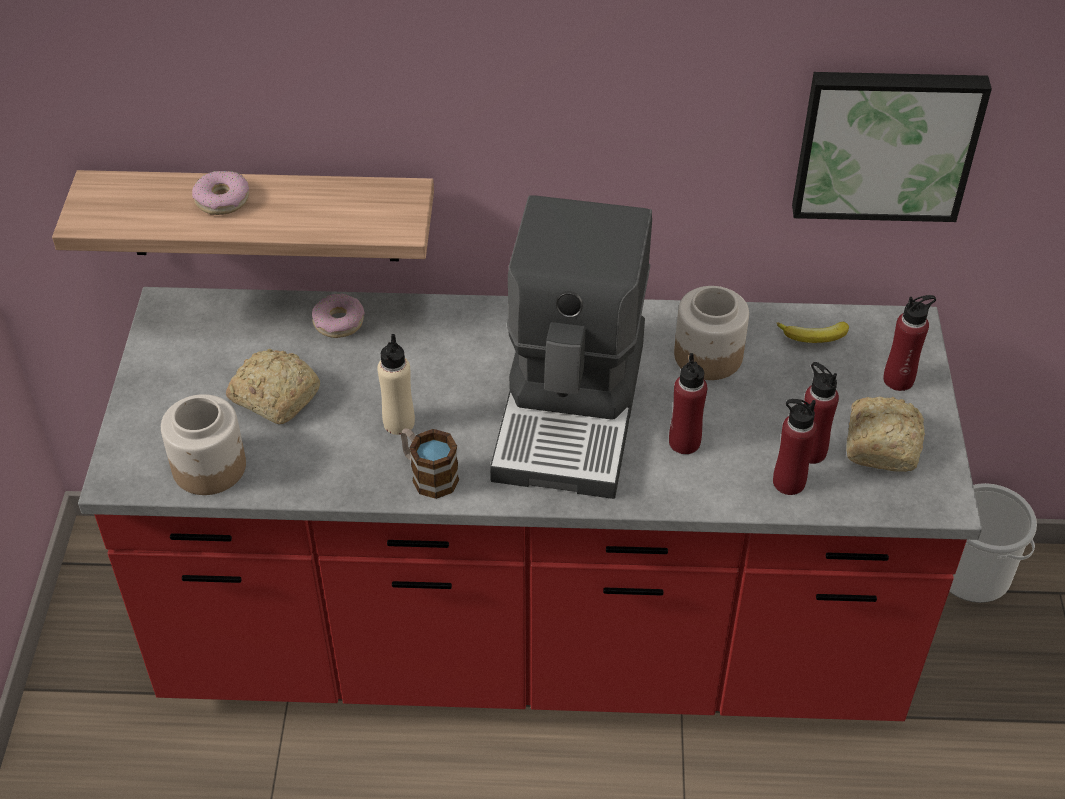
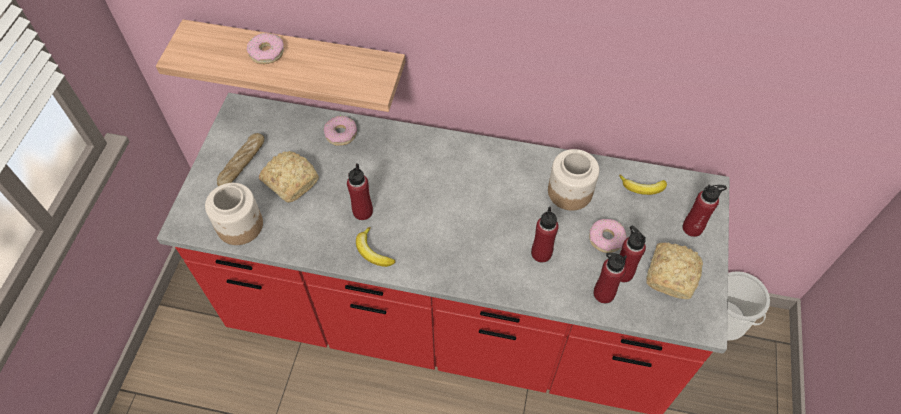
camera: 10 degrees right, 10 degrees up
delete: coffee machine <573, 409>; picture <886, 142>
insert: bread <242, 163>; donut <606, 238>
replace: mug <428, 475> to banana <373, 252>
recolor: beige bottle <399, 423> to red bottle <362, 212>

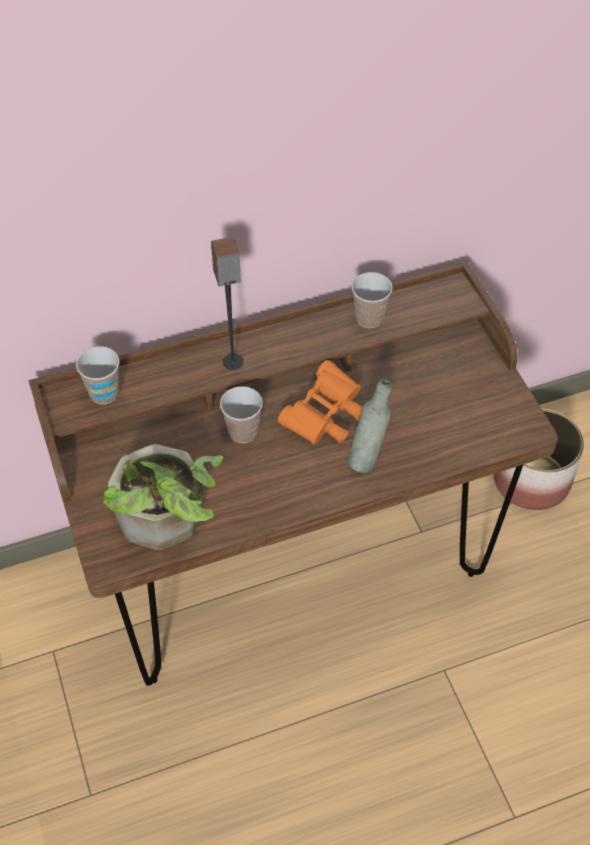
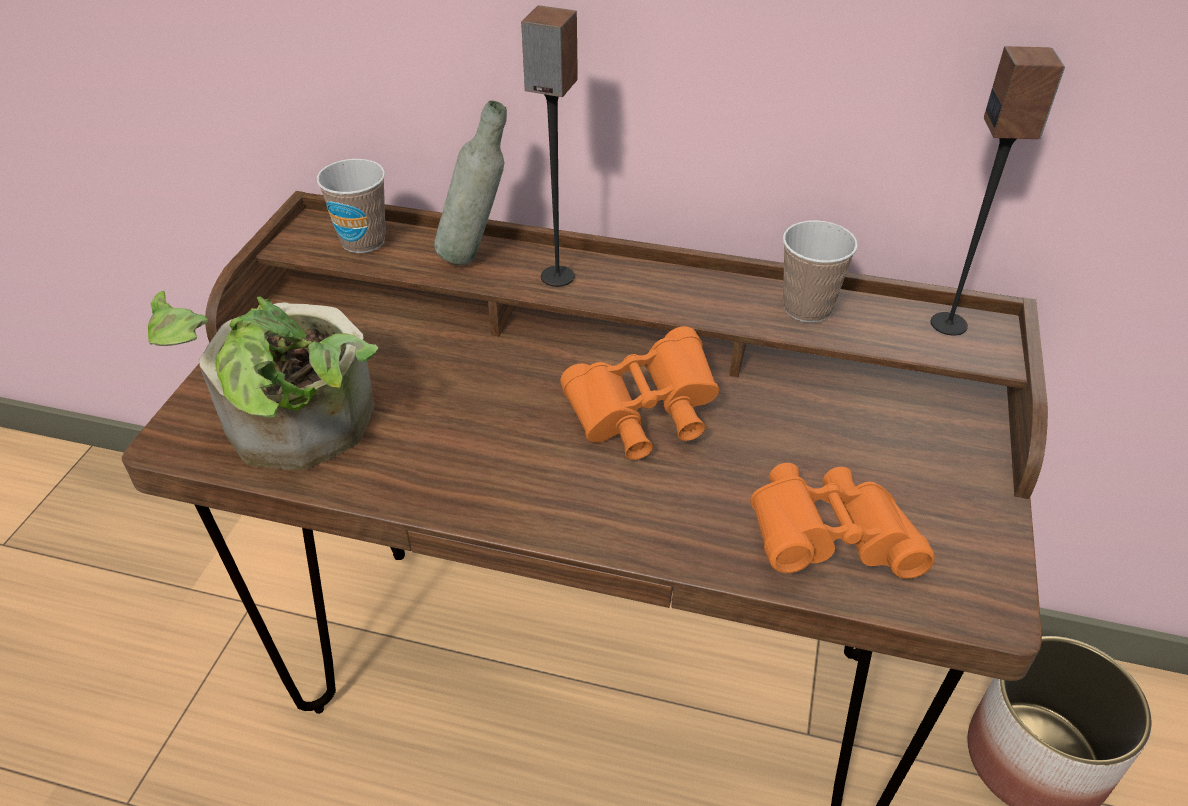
camera: 35 degrees right, 10 degrees down
delete: cup <243, 432>
insert: orange binoculars <828, 541>; speaker <949, 324>
move: grey bottle <367, 458> to <476, 256>

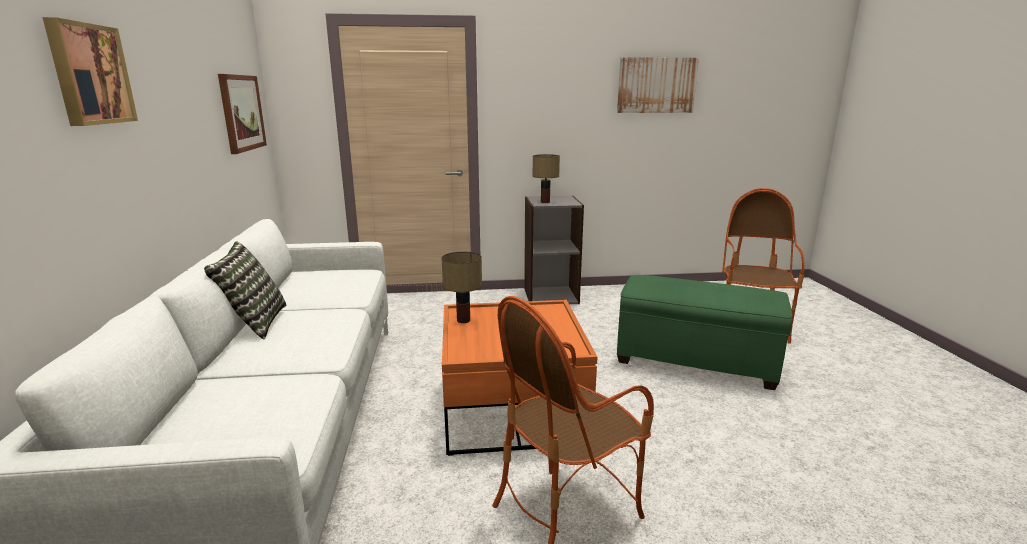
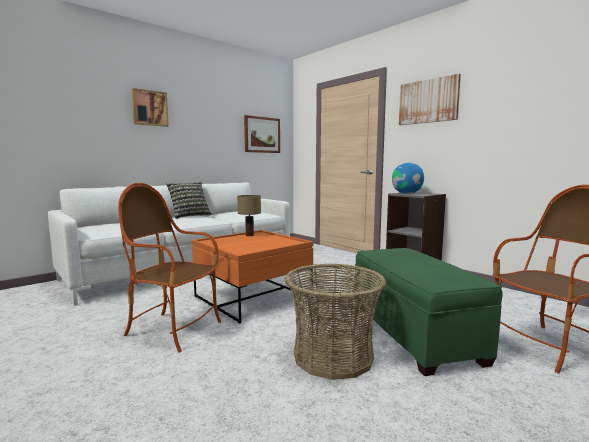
camera: 55 degrees right, 10 degrees down
insert: basket <333, 356>
move: picture <656, 85> to <428, 101>
replace: table lamp <545, 202> to globe <407, 193>

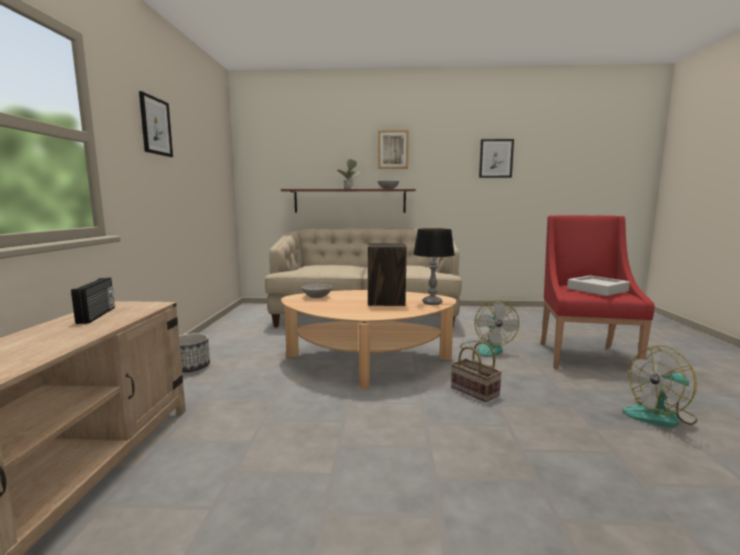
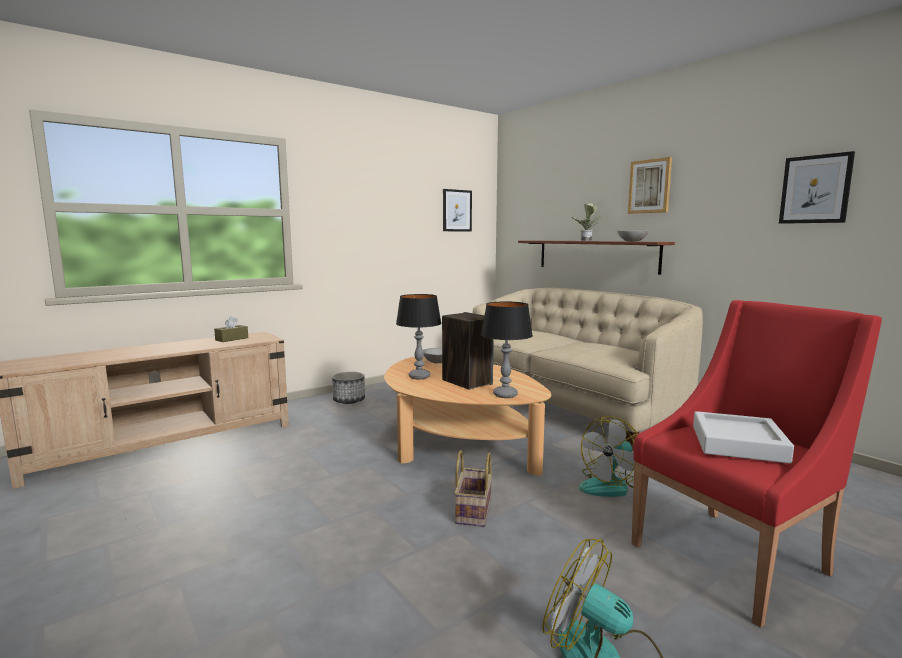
camera: 50 degrees right, 0 degrees up
insert: table lamp <419, 377>
move: picture <155, 126> to <457, 210>
replace: radio <98, 315> to brown tissue box <232, 339>

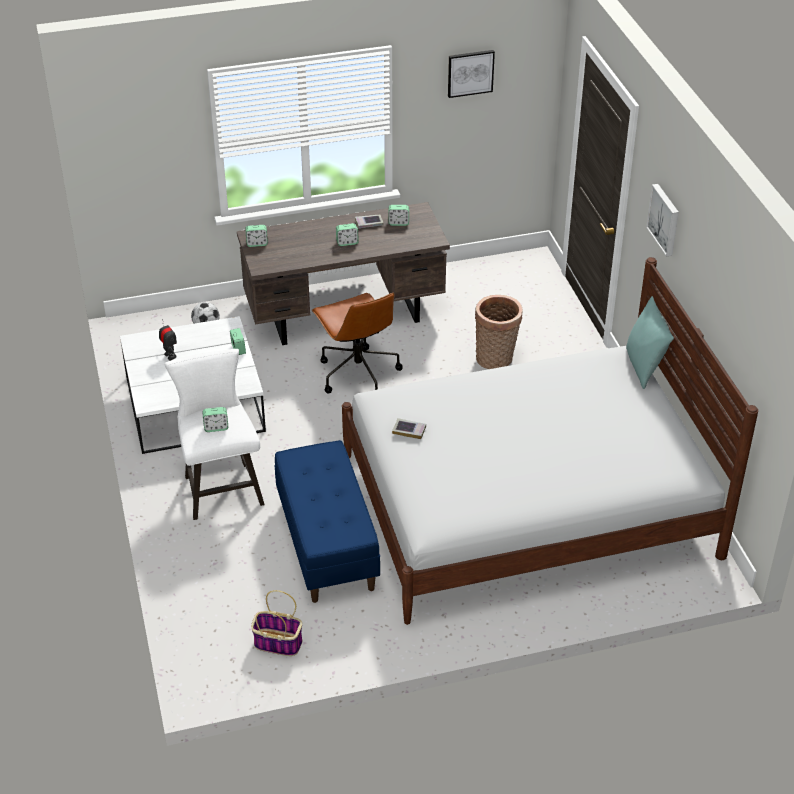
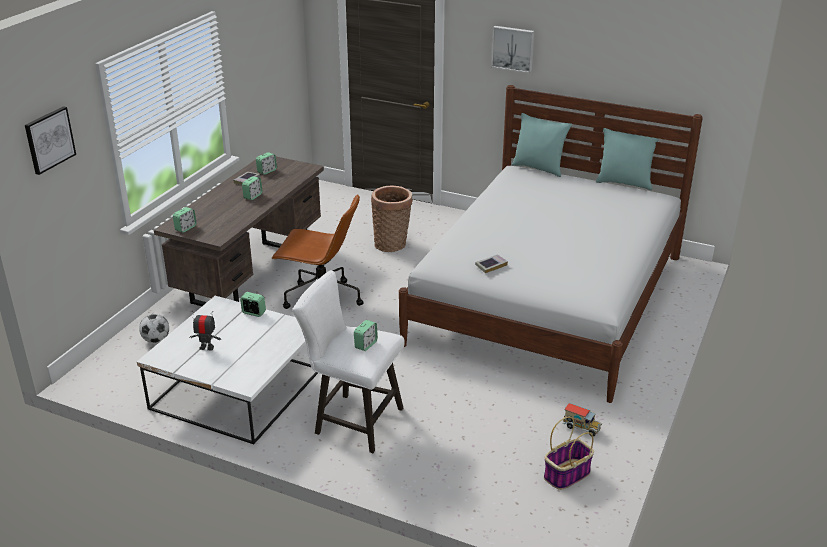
camera: 50 degrees left, 10 degrees down
delete: blue bench <328, 545>
insert: toy truck <581, 428>; turquoise pillow <624, 183>
move: picture <470, 73> to <49, 139>

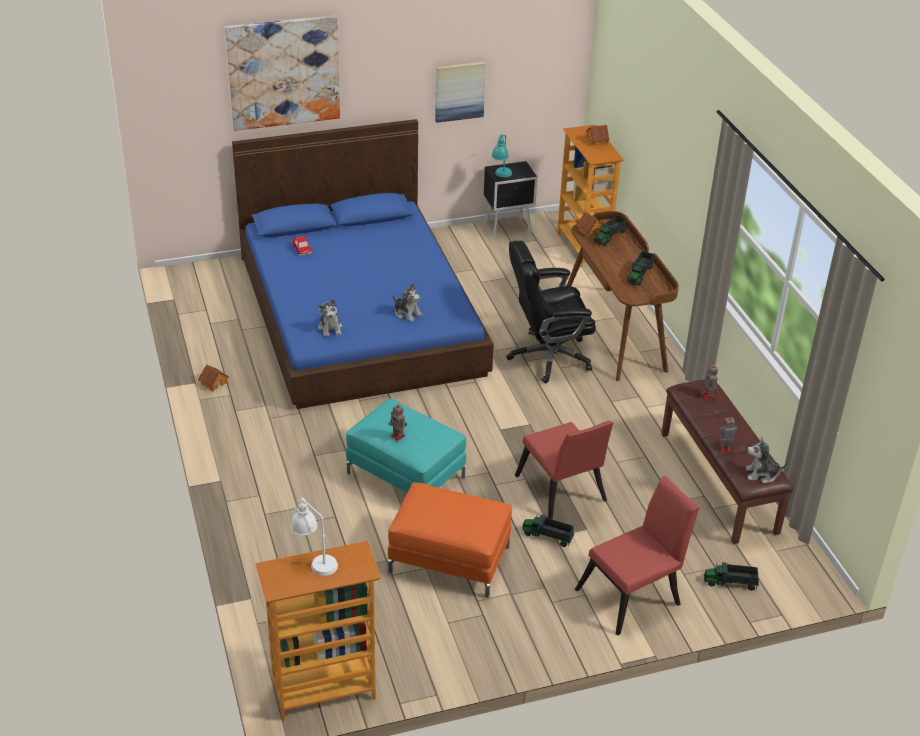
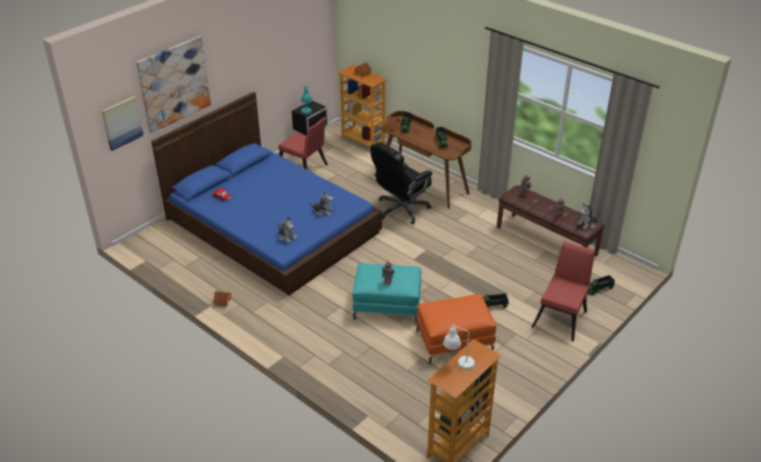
camera: 30 degrees left, 0 degrees up
move: picture <459, 91> to <122, 122>; red chair <562, 493> to <304, 169>

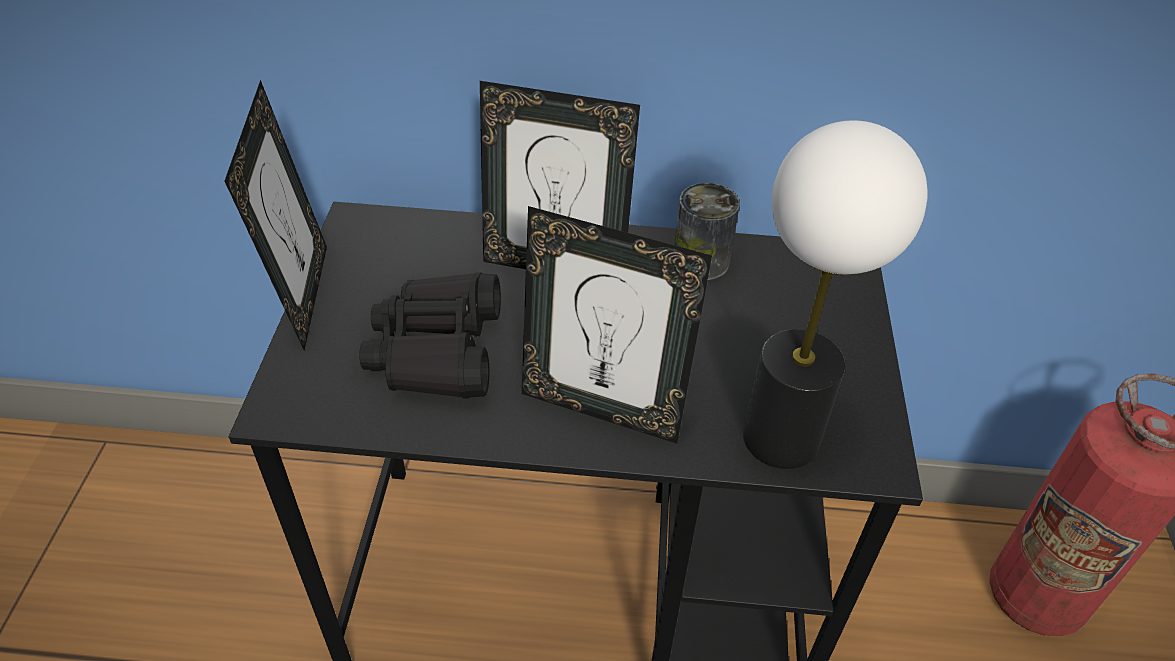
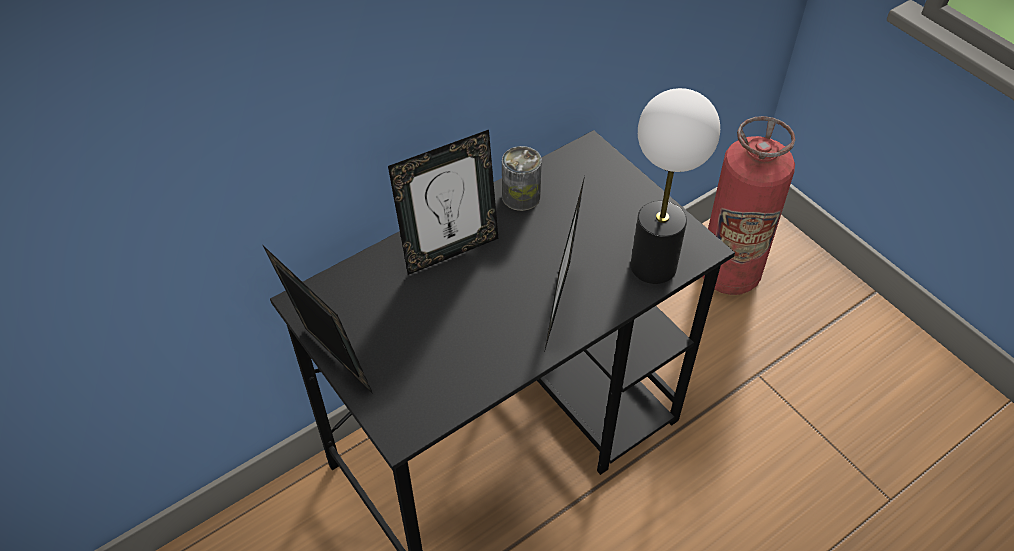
camera: 40 degrees left, 5 degrees up
delete: black binoculars <437, 349>
rotate: picture frame <602, 408> = <560, 310> 120 degrees clockwise

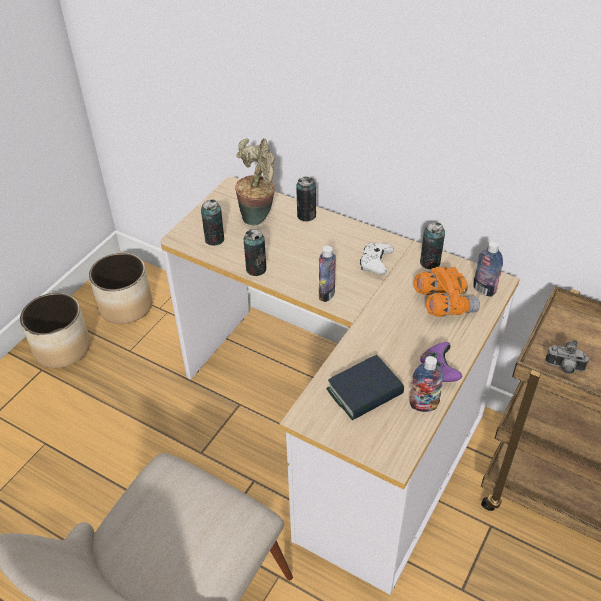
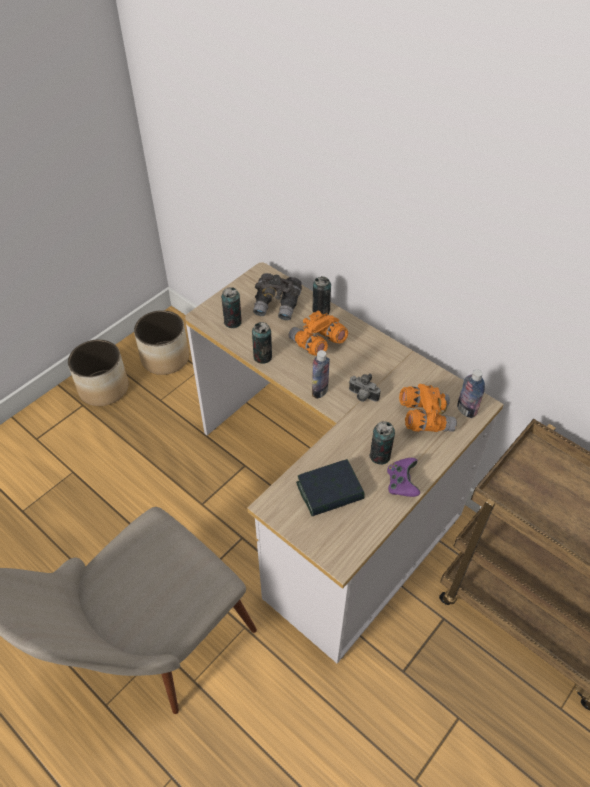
camera: 10 degrees right, 5 degrees up
delete: white game controller <375, 263>; bottle <423, 405>
insert: orange binoculars <317, 343>
move: can <430, 262> to <380, 456>; photo camera <564, 368> to <362, 396>
replace: potted plant <258, 216> to grey binoculars <277, 305>

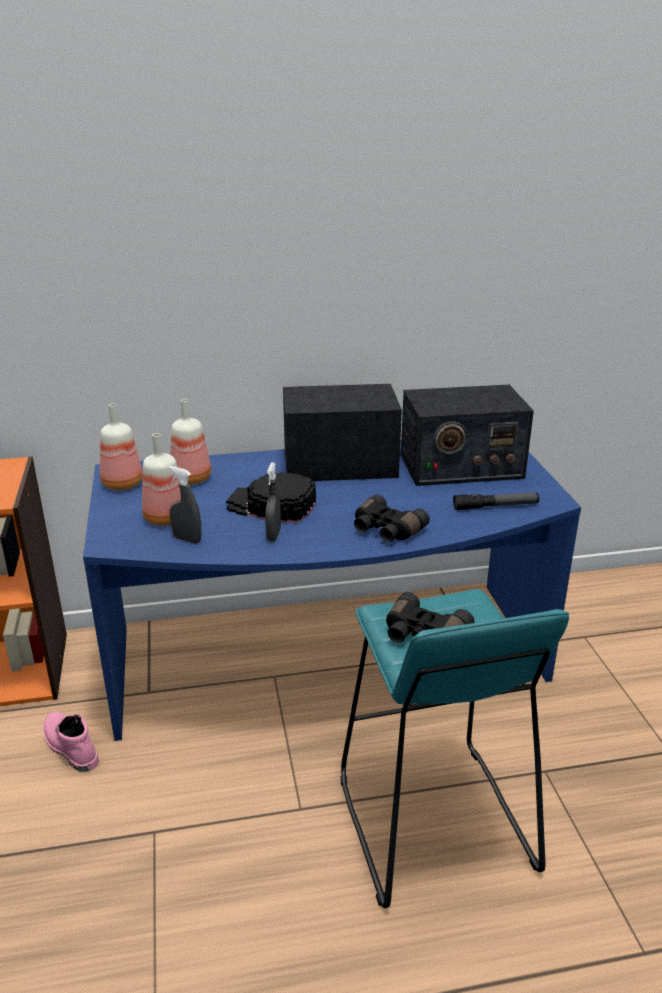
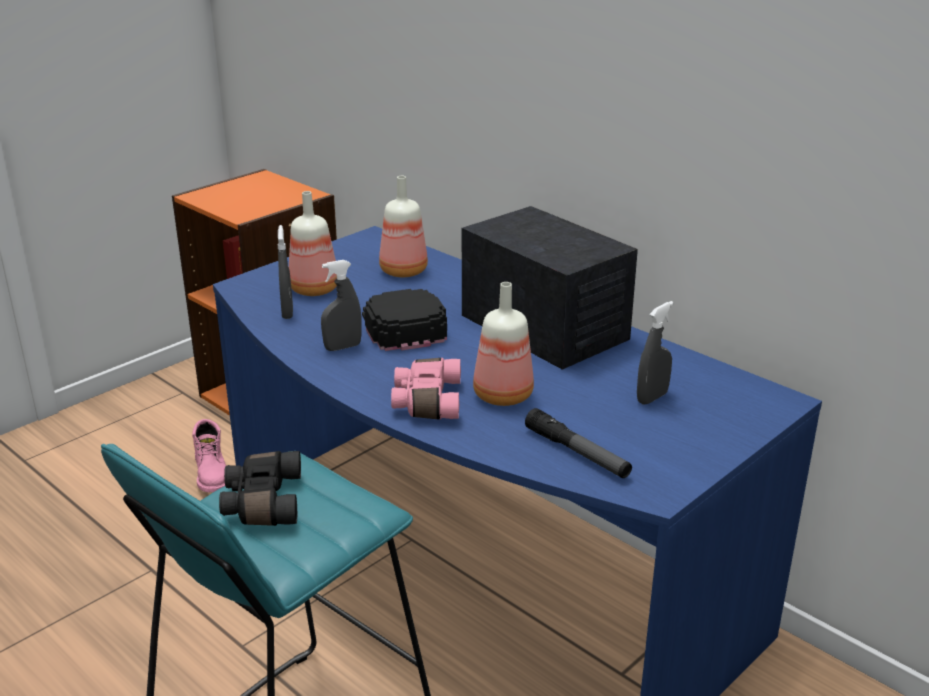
camera: 55 degrees right, 0 degrees up
move: bottle <122, 484> to <501, 396>
replace: radio <460, 466> to grey spray bottle <652, 398>
recolor: black binoculars <385, 530> to pink binoculars <426, 401>
rotate: pink boot <69, 747> = <212, 474> 150 degrees clockwise

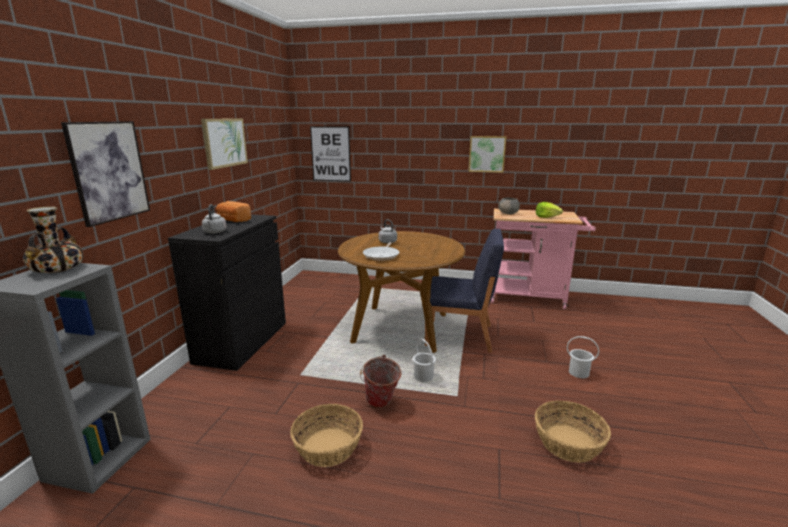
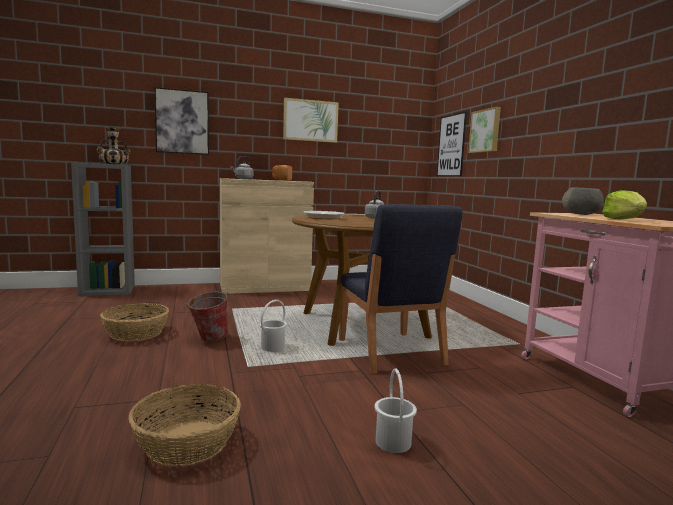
camera: 60 degrees right, 10 degrees down
move: picture <487, 154> to <485, 131>
recolor: black cabinet <242, 341> to beige cabinet <264, 287>

